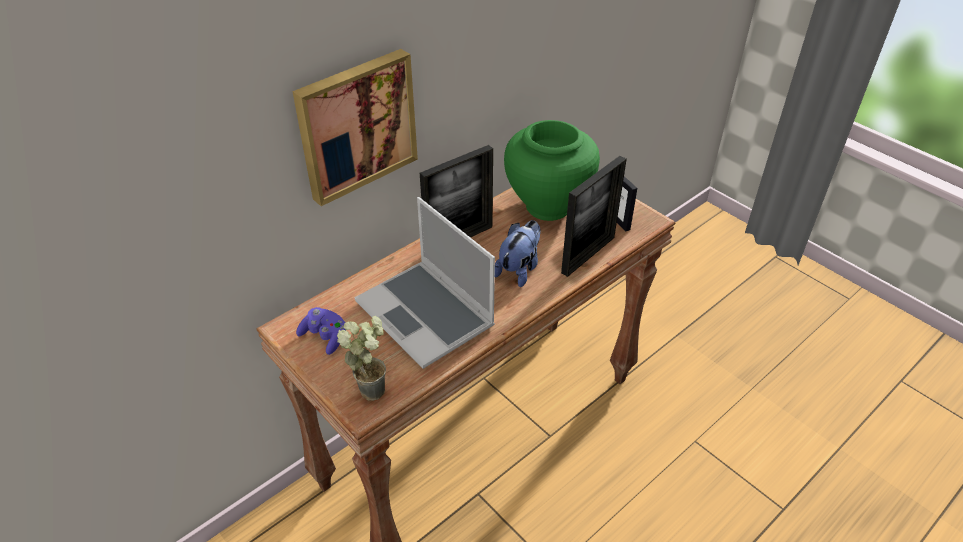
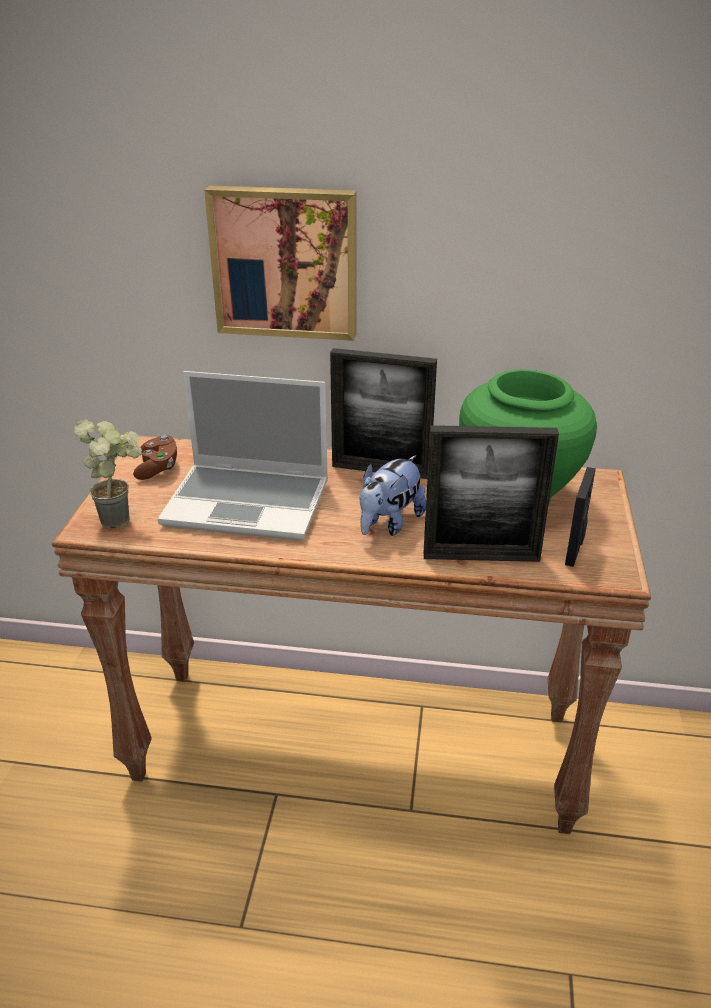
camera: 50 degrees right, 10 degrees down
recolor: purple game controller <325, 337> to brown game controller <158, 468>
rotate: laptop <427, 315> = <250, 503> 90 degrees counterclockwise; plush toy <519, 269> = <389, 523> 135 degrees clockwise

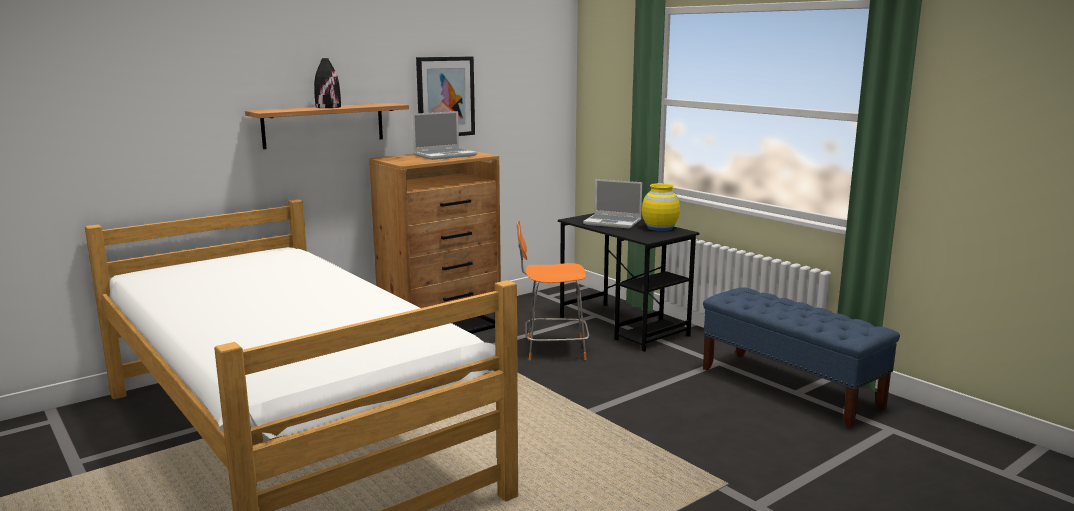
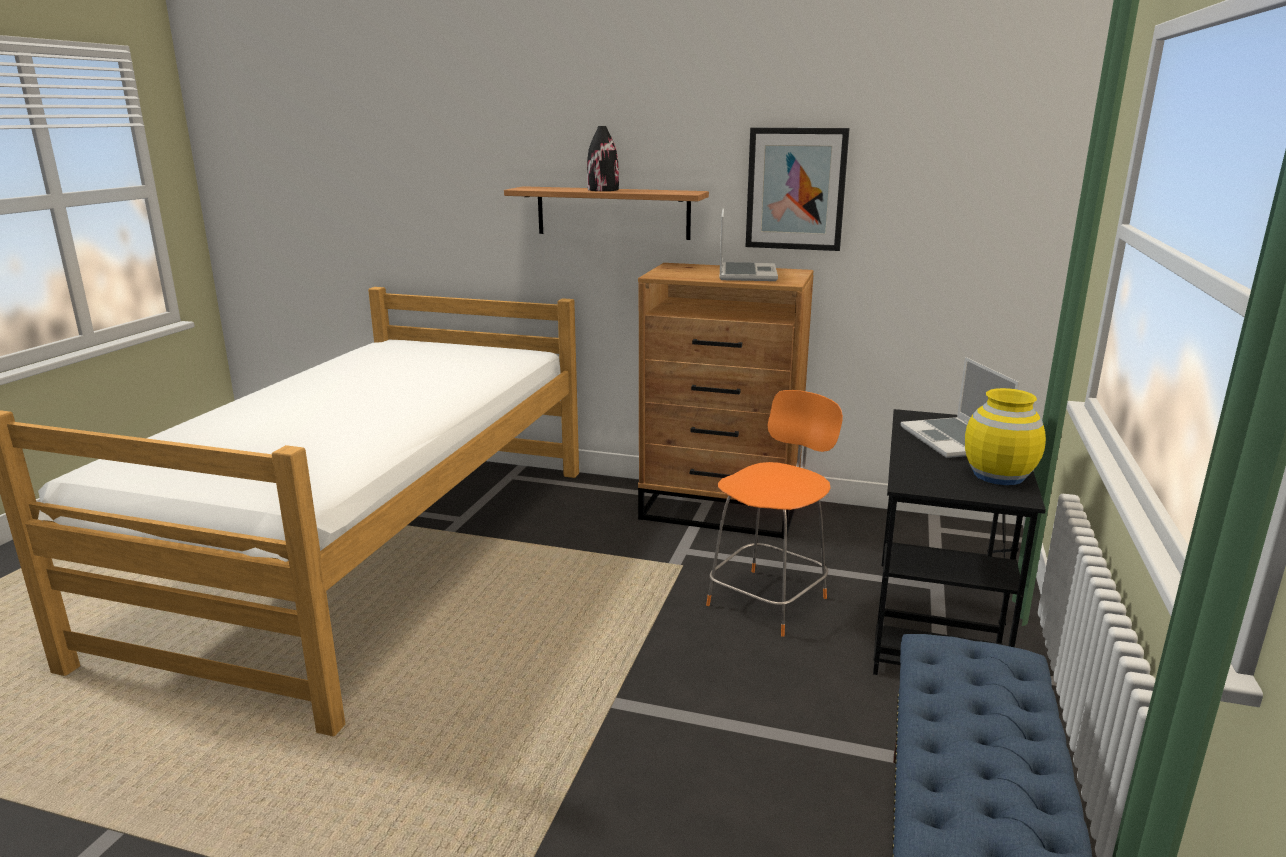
camera: 55 degrees right, 5 degrees up
rotate: laptop <445, 155> = <745, 274> 105 degrees counterclockwise; orange chair <553, 349> = <769, 599> 75 degrees clockwise

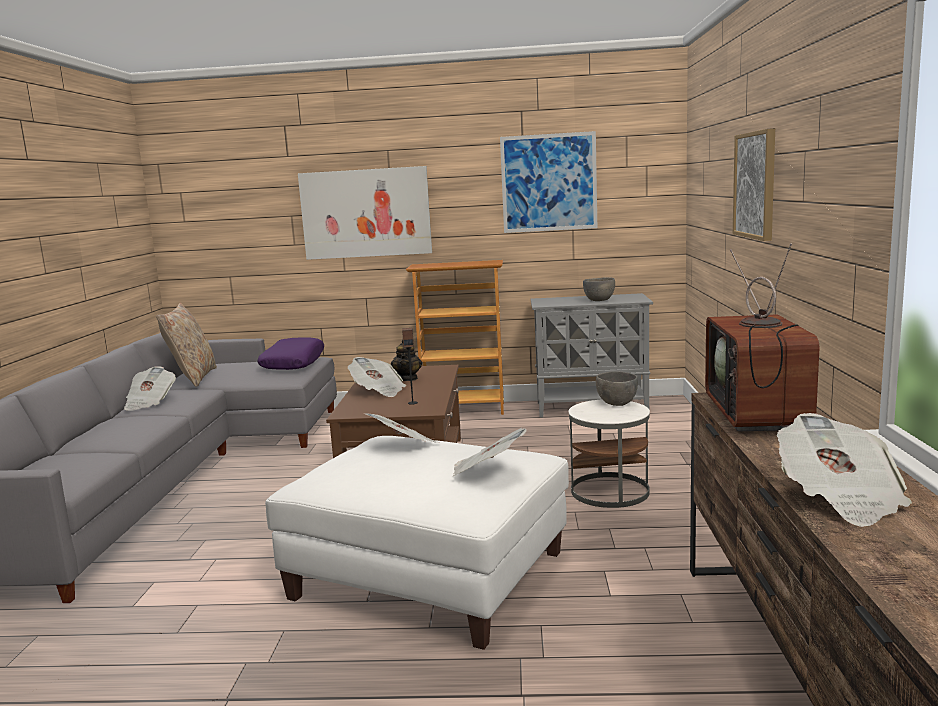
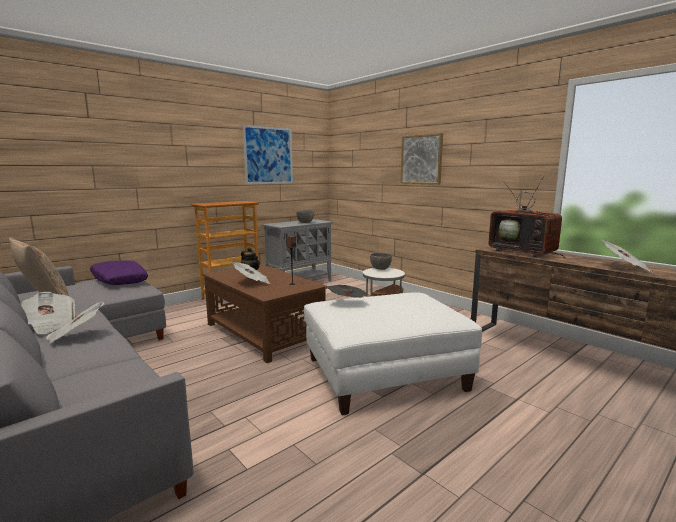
camera: 45 degrees left, 0 degrees up
delete: picture <366, 213>
move: newspaper <487, 472> to <76, 335>

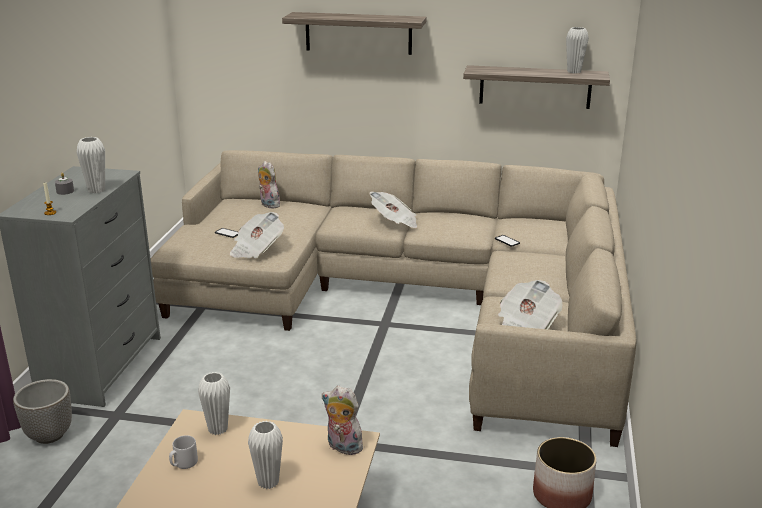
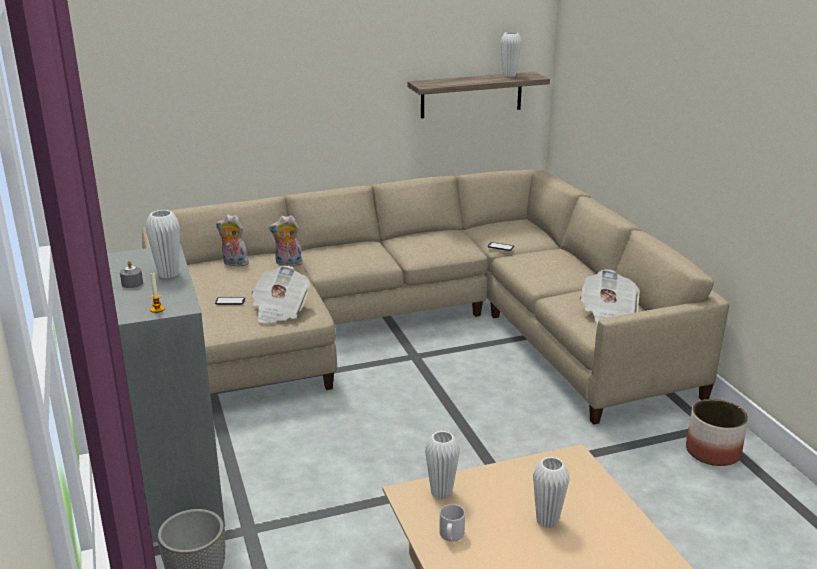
camera: 30 degrees left, 0 degrees up
delete: shelf <358, 33>; newspaper <394, 222>
move: plush toy <342, 447> to <288, 264>

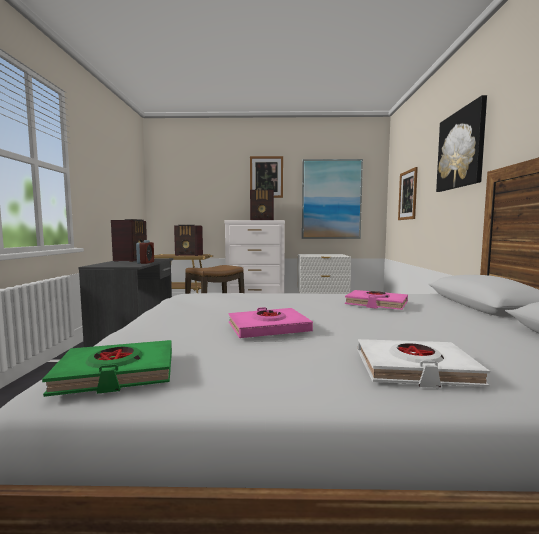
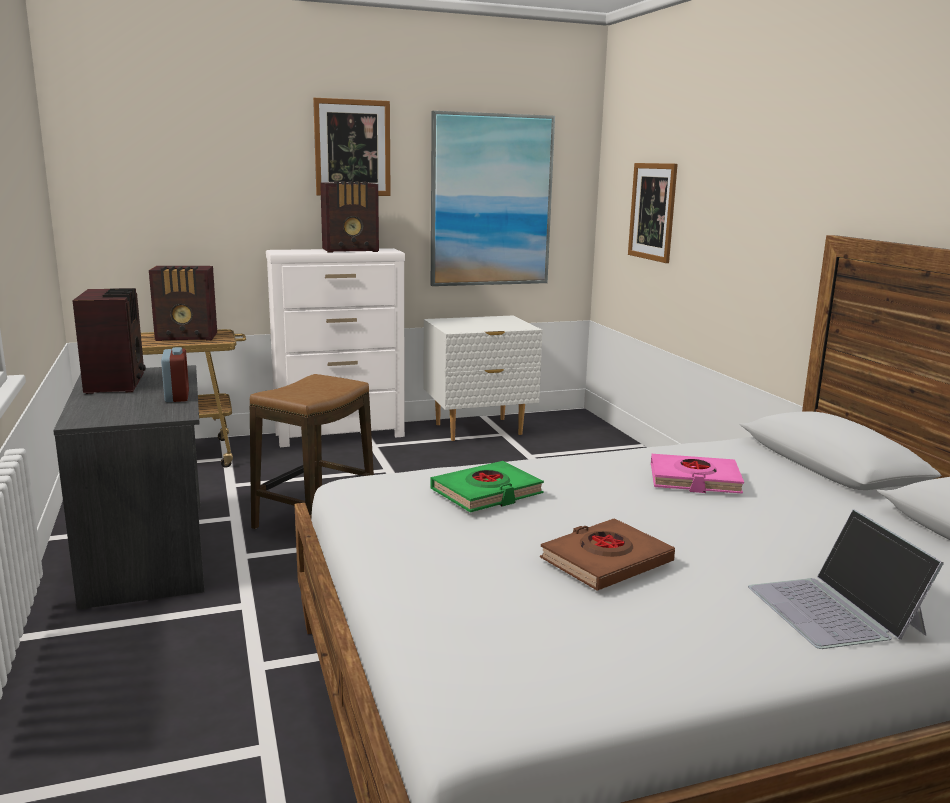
camera: 20 degrees left, 10 degrees up
delete: picture <461, 149>
move: green book <117, 373> to <487, 493>
replace: white book <414, 369> to laptop <835, 610>
recolor: pink book <268, 328> to brown book <605, 561>

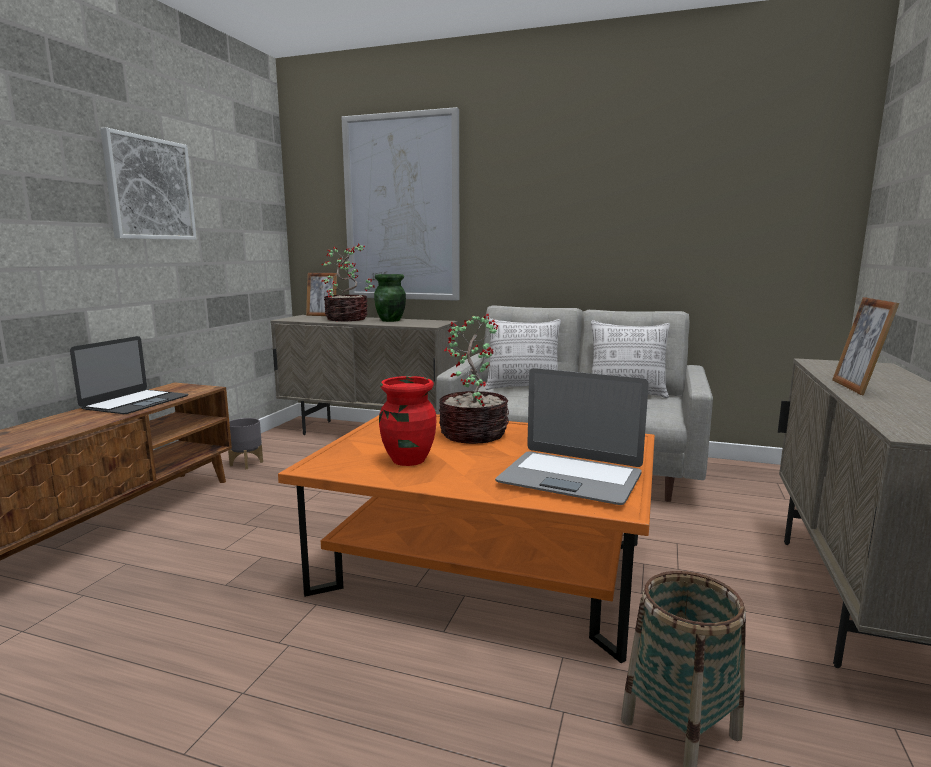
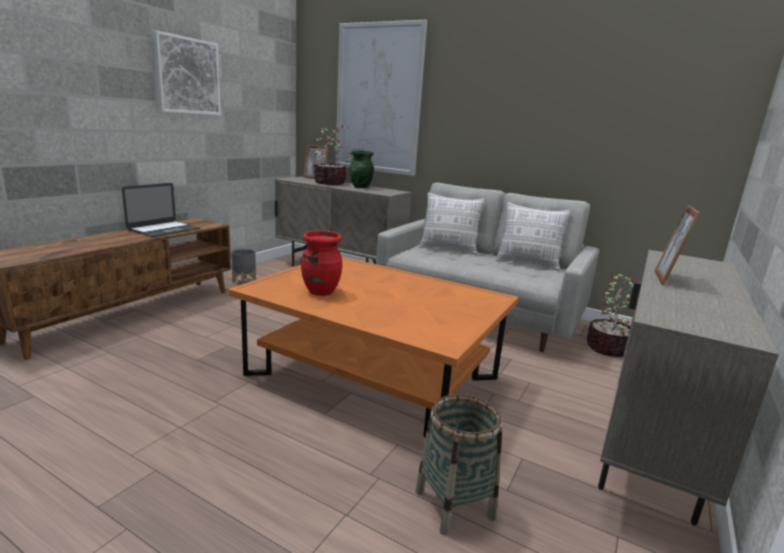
camera: 10 degrees right, 5 degrees up
delete: laptop <570, 478>
move: potted plant <473, 433> to <607, 347>

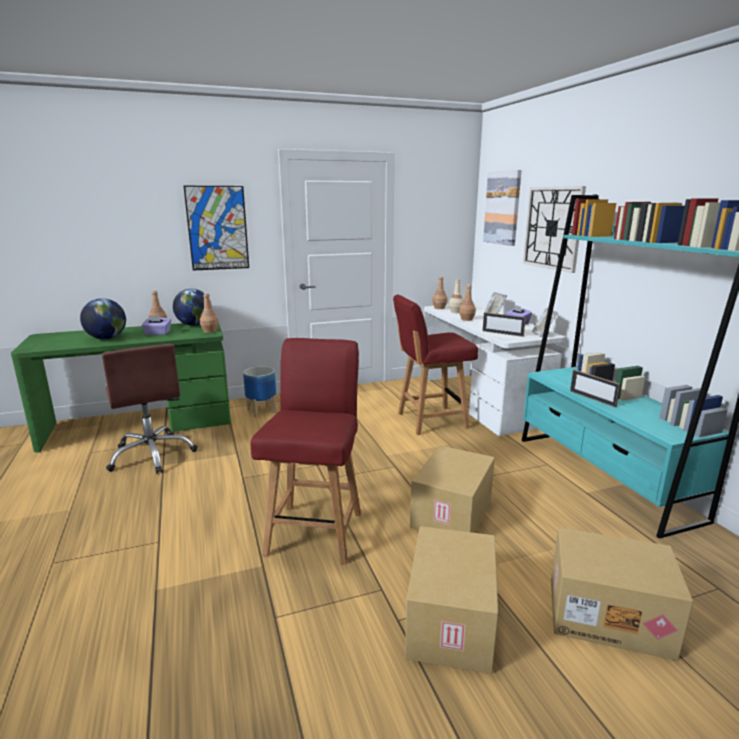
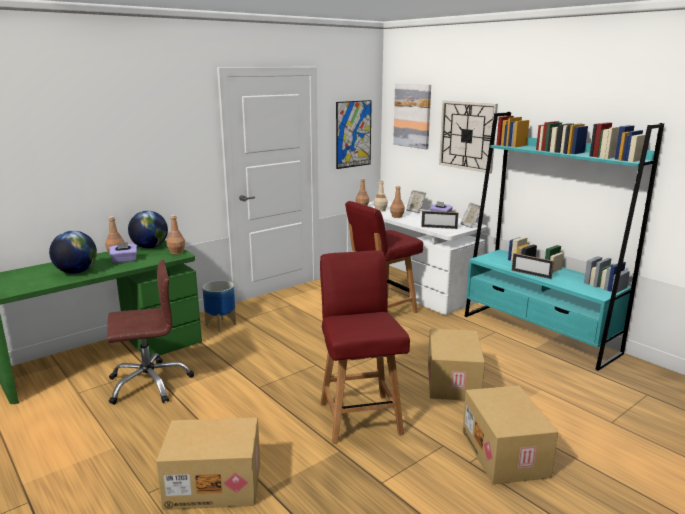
camera: 20 degrees left, 0 degrees up
move: picture <217, 228> to <353, 134>; cardboard box <609, 615> to <215, 483>
rotate: brown office chair <152, 455> = <149, 383> 60 degrees counterclockwise

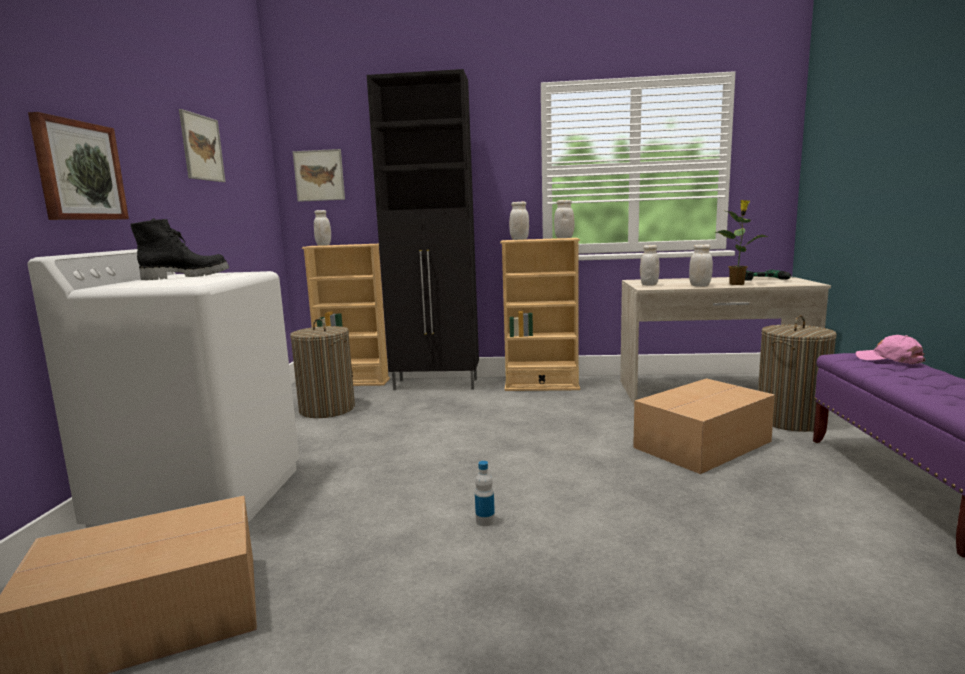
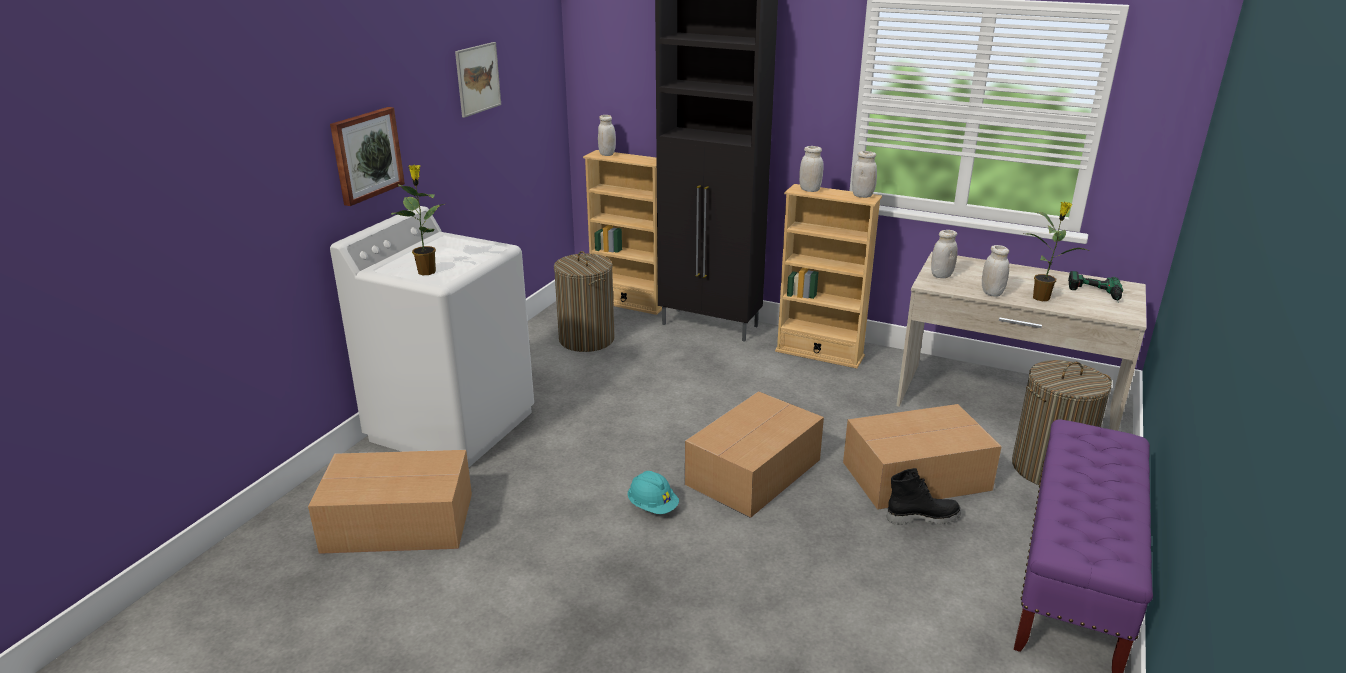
camera: 20 degrees right, 15 degrees up
delete: picture <319, 175>; pink cap <889, 359>
insert: potted plant <427, 271>; cardboard box <755, 471>
move: black boot <186, 277> to <922, 517>
replace: bottle <485, 521> to turquoise hard hat <652, 506>

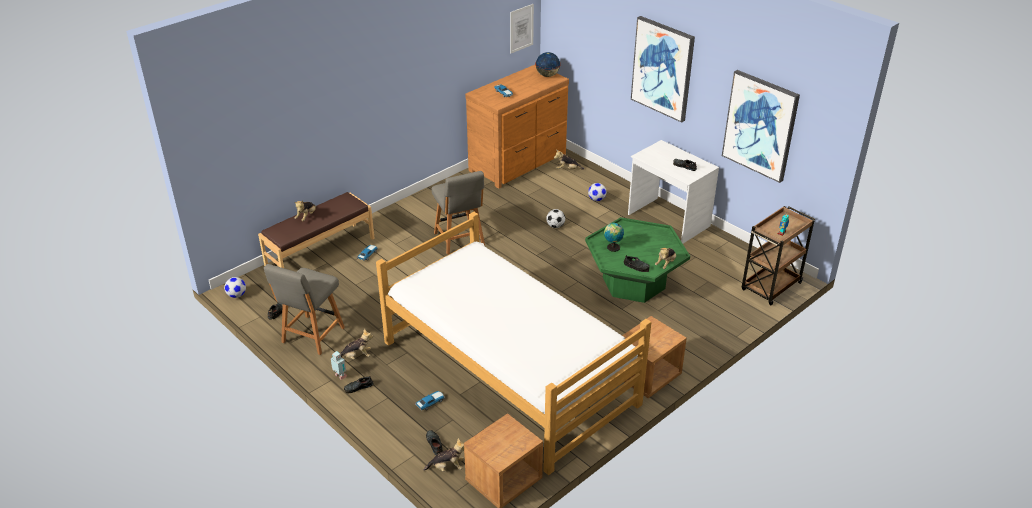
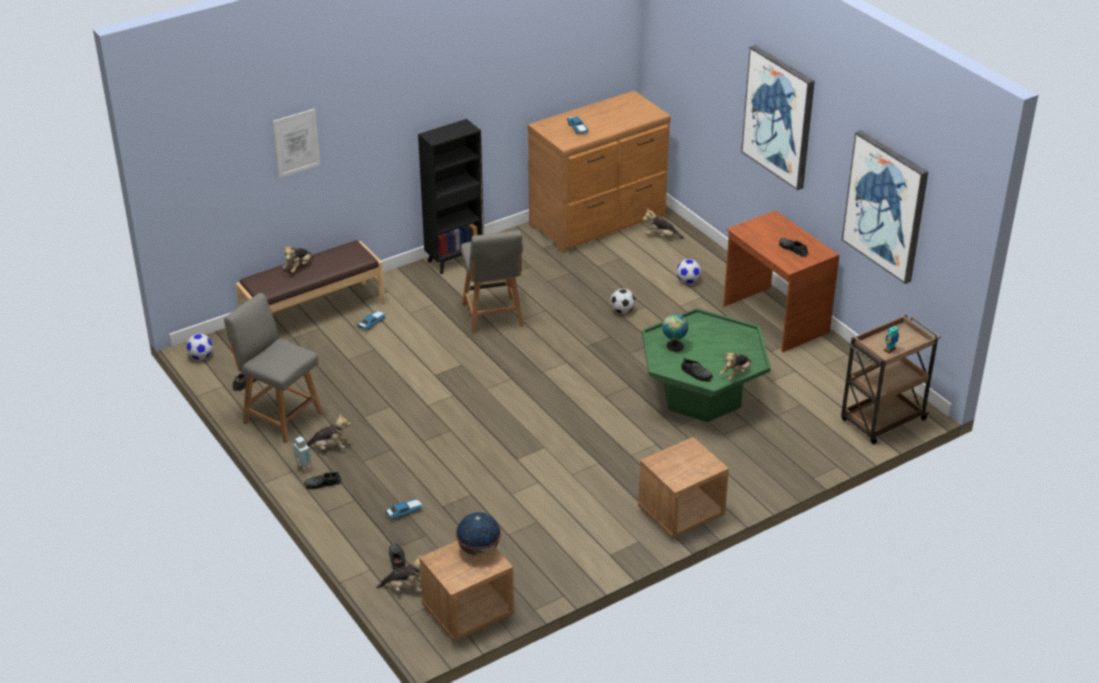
camera: 10 degrees right, 0 degrees up
delete: bed <508, 373>
insert: black bookcase <455, 260>
move: picture <521, 28> to <296, 143>; globe <547, 75> to <479, 550>
recolor: white desk <668, 220> to brown desk <774, 319>
rotate: grey chair <312, 336> = <280, 417> 90 degrees clockwise

